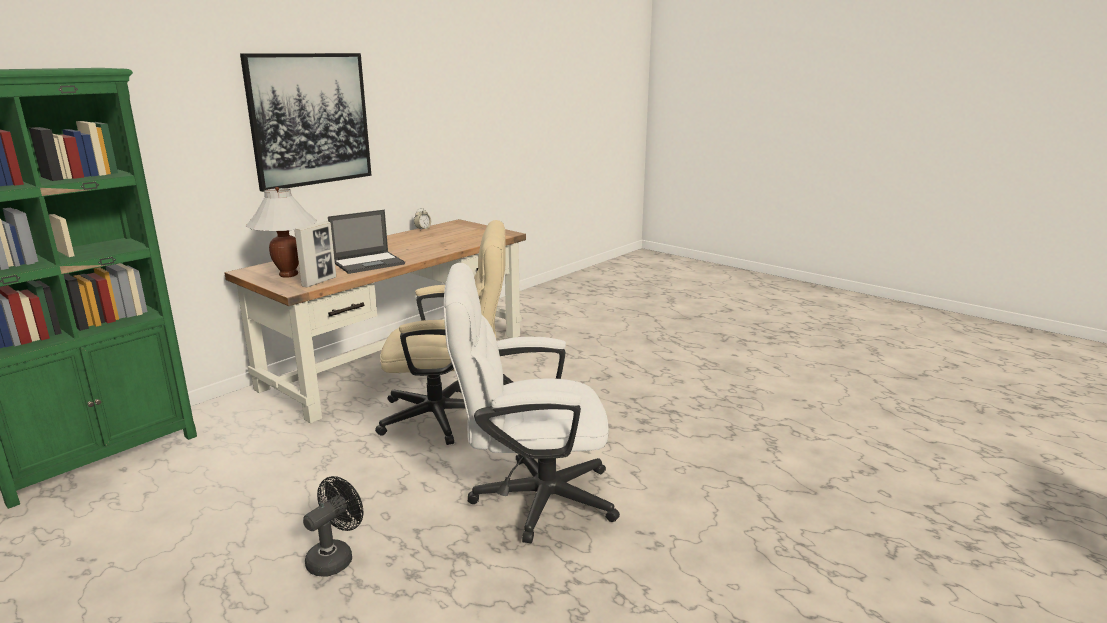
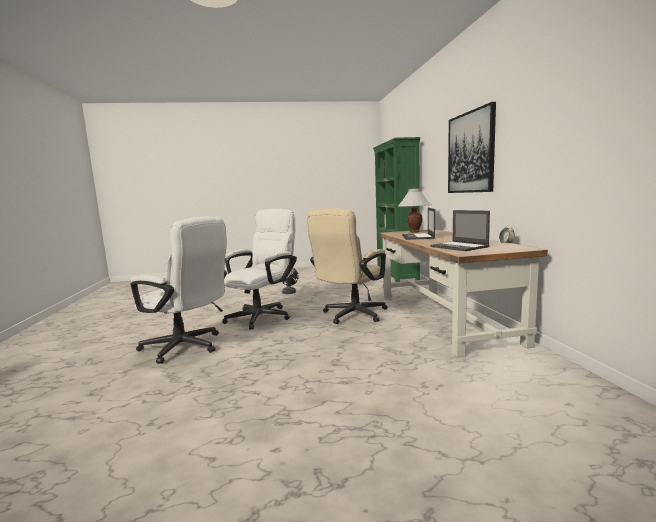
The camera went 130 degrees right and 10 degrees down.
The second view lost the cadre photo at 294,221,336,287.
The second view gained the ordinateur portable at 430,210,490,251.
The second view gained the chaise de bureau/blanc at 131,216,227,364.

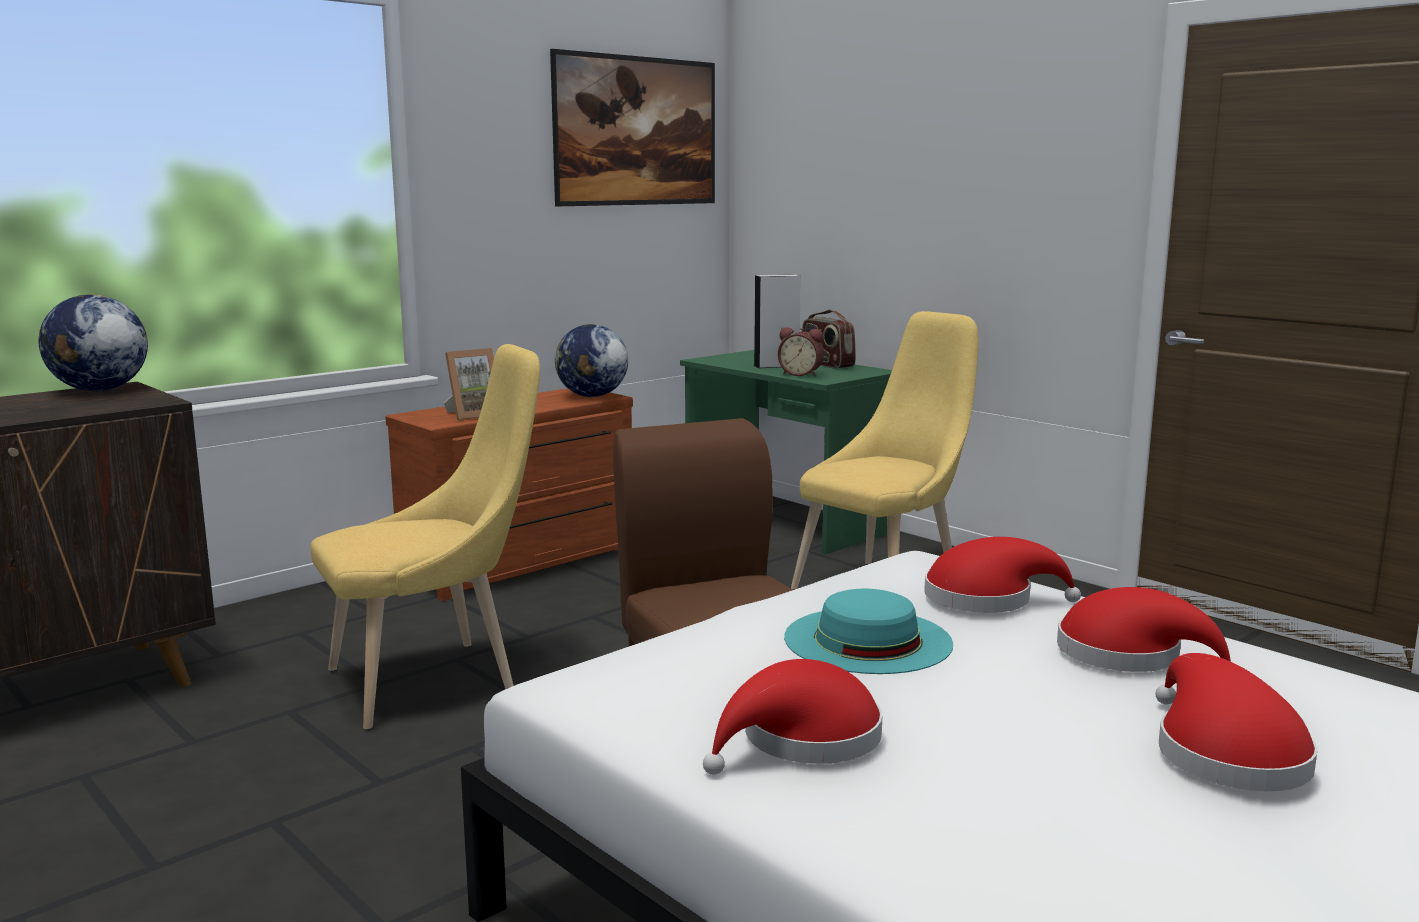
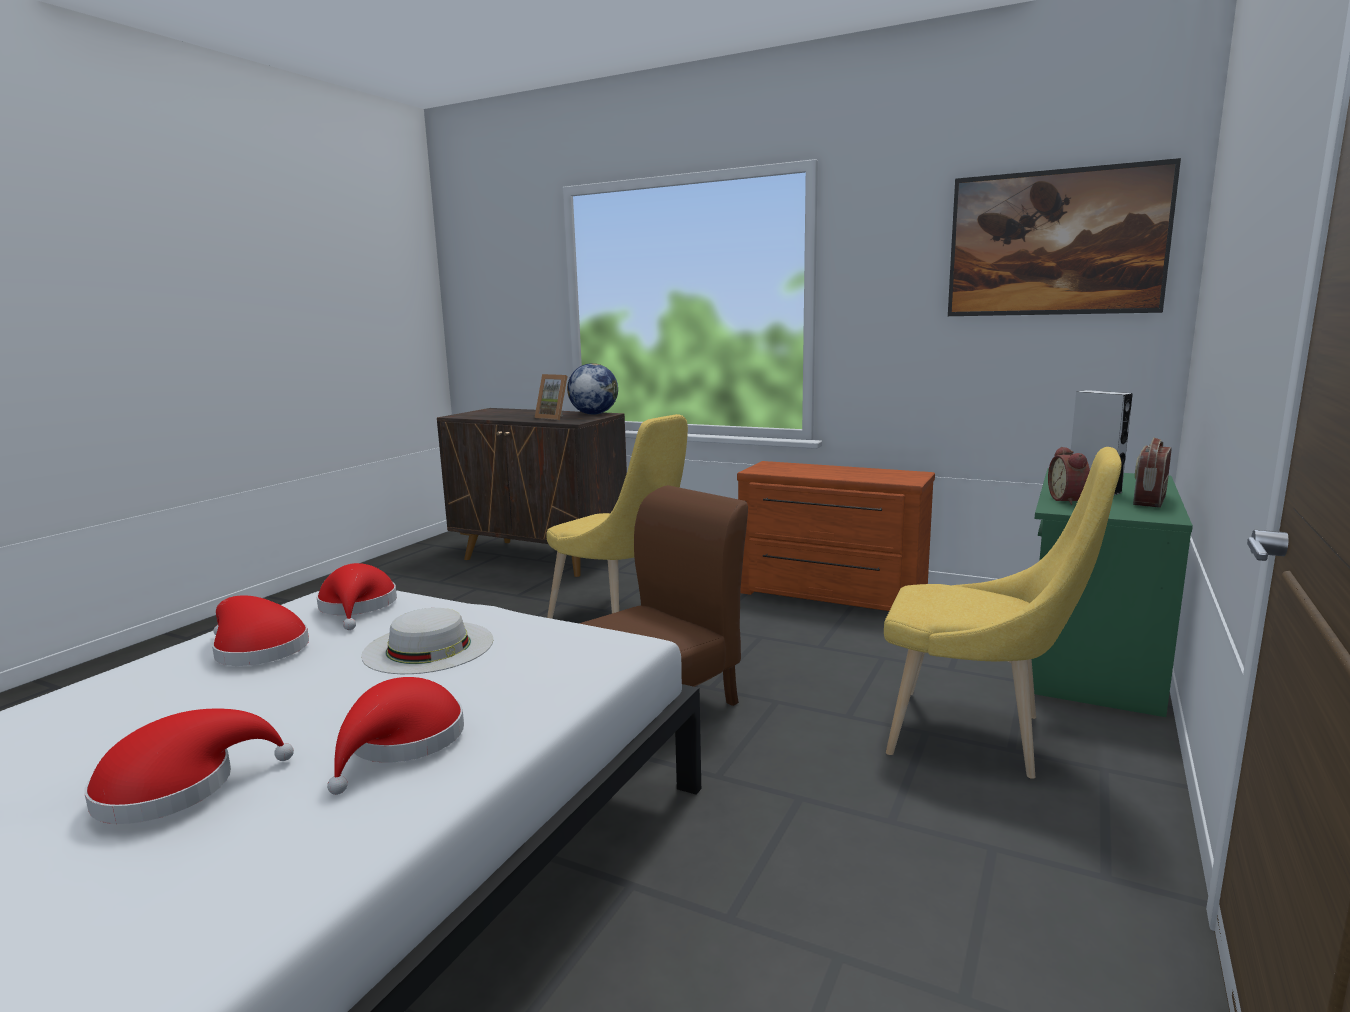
The camera went 70 degrees right and 0 degrees up.
The second view lost the globe at 554,324,628,397.
The cadre photo ended up elsewhere, having gone from 444,348,494,420 to 534,374,568,420.
The chapeau/rouge ended up elsewhere, having gone from 924,537,1081,613 to 316,563,397,630.
What was the chapeau/turquoise at 784,589,953,674 turned into the chapeau/blanc at 361,608,493,674.

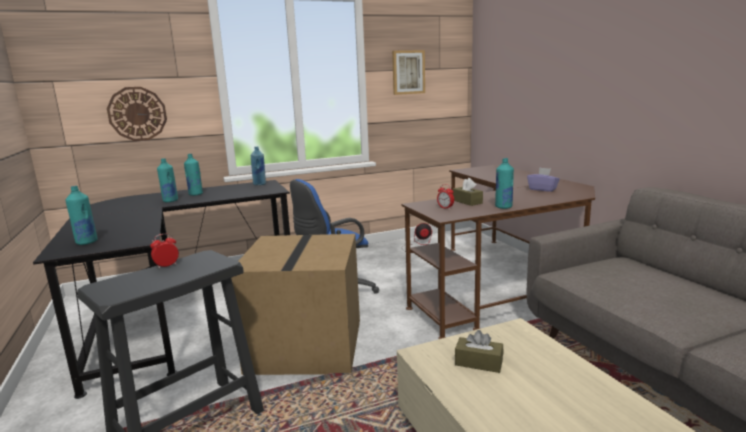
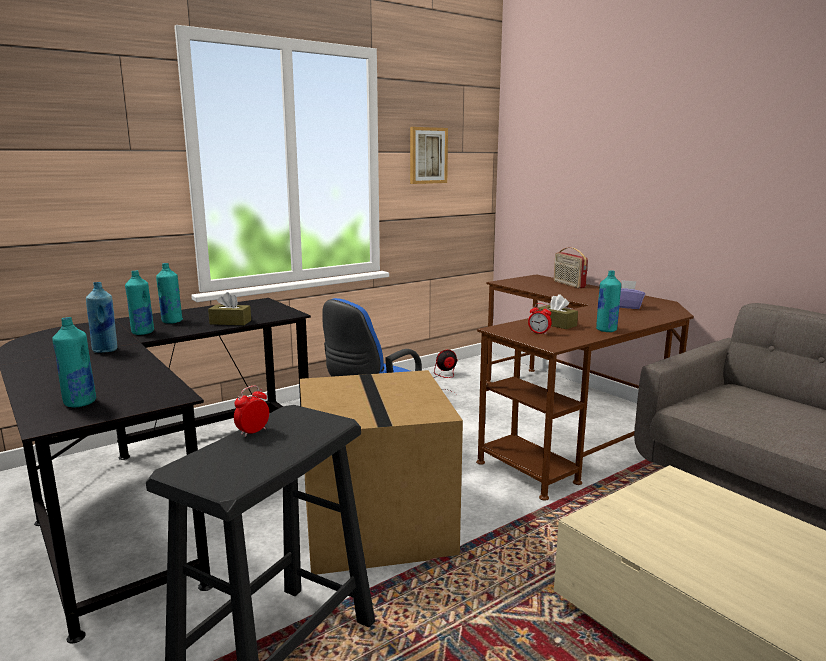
The camera went 15 degrees left and 0 degrees up.
The second view lost the horloge murale at 107,87,167,141.
The bouteille/bleu ended up elsewhere, having gone from 251,147,266,185 to 86,282,118,353.
The boîte à mouchoirs/marron ended up elsewhere, having gone from 455,330,503,373 to 208,292,251,325.
The second view gained the radio at 554,247,588,288.

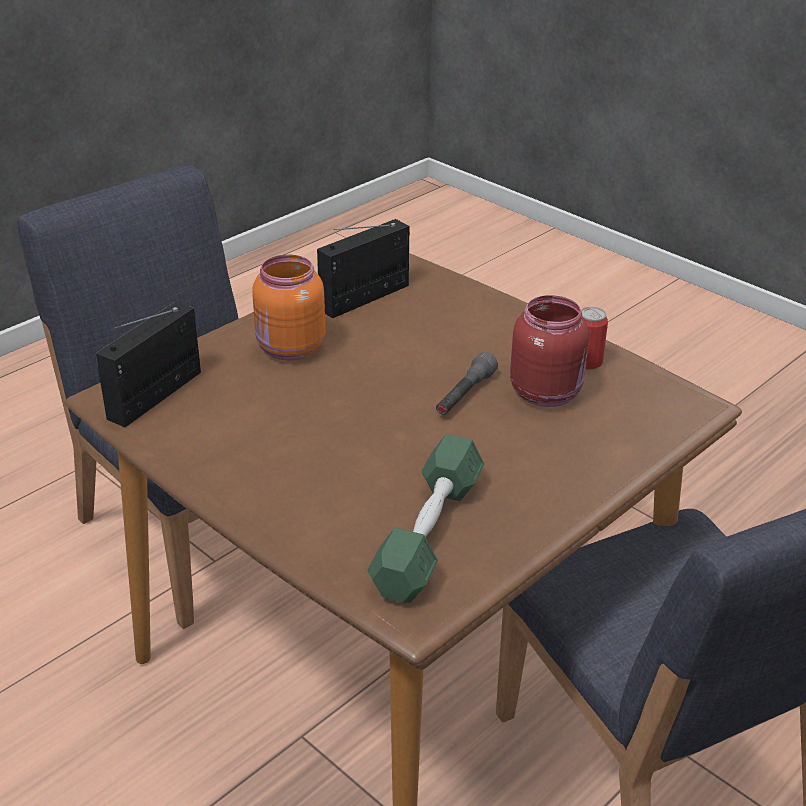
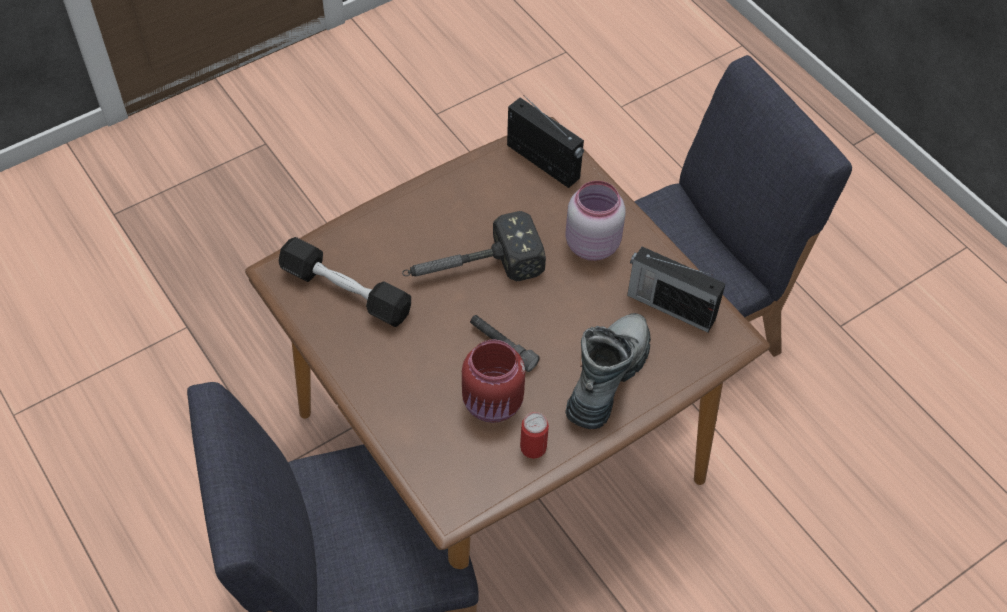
The camera went 100 degrees right and 20 degrees up.
The radio at 317,219,410,318 ended up facing another way, 150 degrees clockwise from before.
What was the bocal/orange at 252,254,326,361 turned into the bocal/rose at 565,181,626,261.
What was the haltère/vert at 367,434,484,603 turned into the haltère/noir at 279,237,411,327.
The second view gained the marteau at 402,211,546,281.
The second view gained the botte at 565,313,651,429.

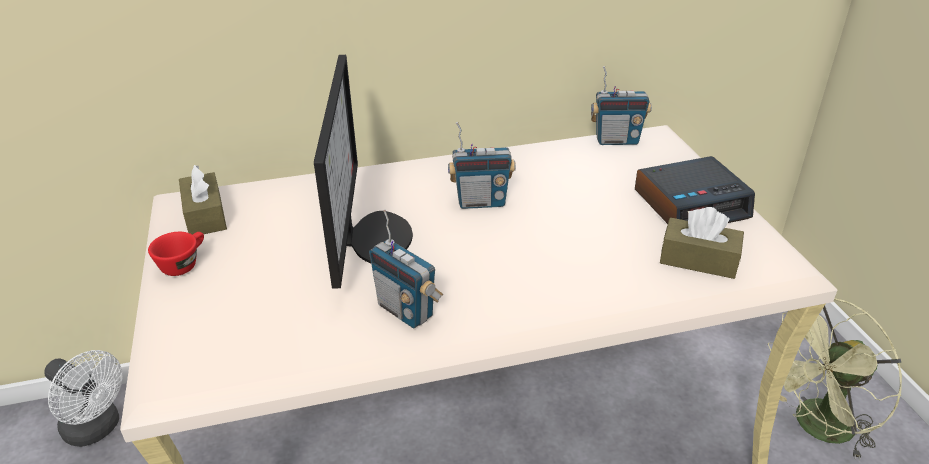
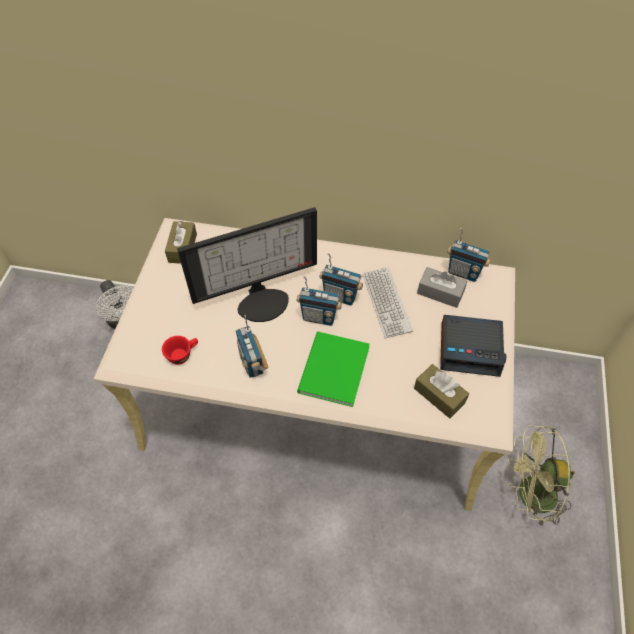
The camera went 25 degrees right and 20 degrees up.
The écran d'ordinateur at 314,55,413,289 ended up facing another way, 45 degrees clockwise from before.
The tasse/rouge ended up elsewhere, having gone from 148,232,204,276 to 162,336,198,365.
The second view gained the clavier at 362,267,413,339.
The second view gained the boîte à mouchoirs/gris at 417,267,467,308.
The second view gained the radio at 297,276,342,326.
The second view gained the livre/vert at 297,332,370,407.

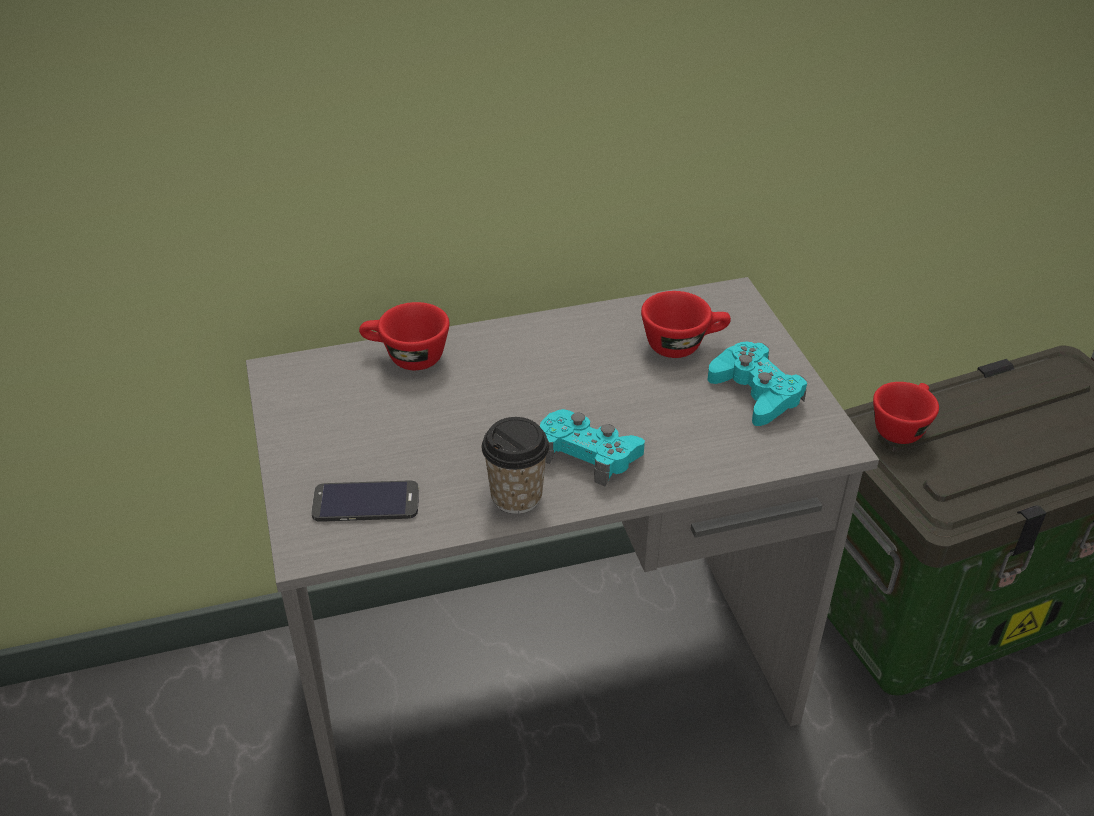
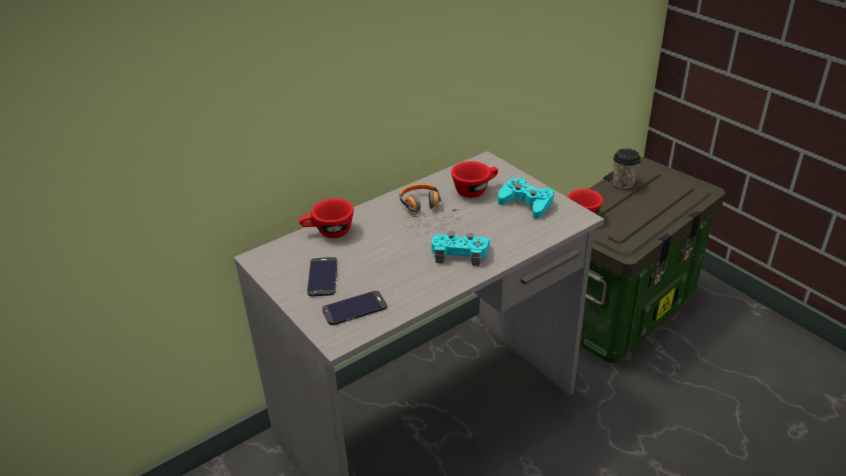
The camera went 20 degrees left and 5 degrees down.
The tasse ended up elsewhere, having gone from 482,417,549,514 to 613,149,641,189.
The second view gained the casque audio at 399,184,459,227.
The second view gained the téléphone at 307,257,337,296.

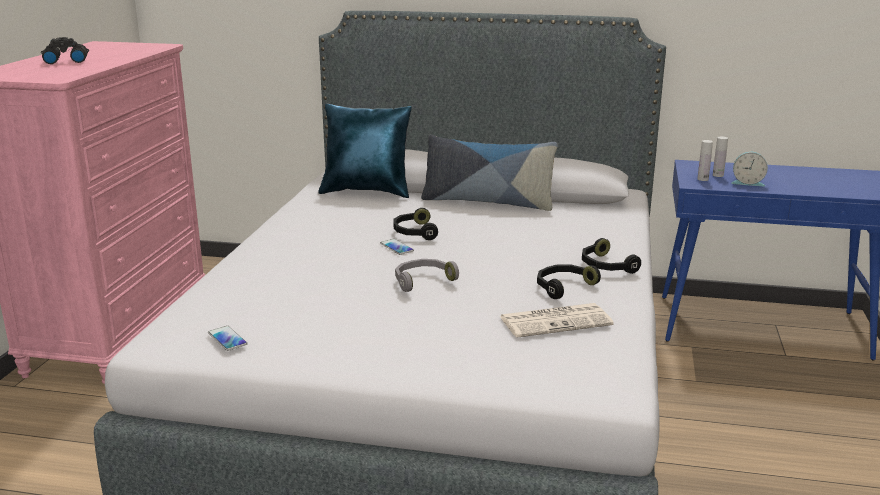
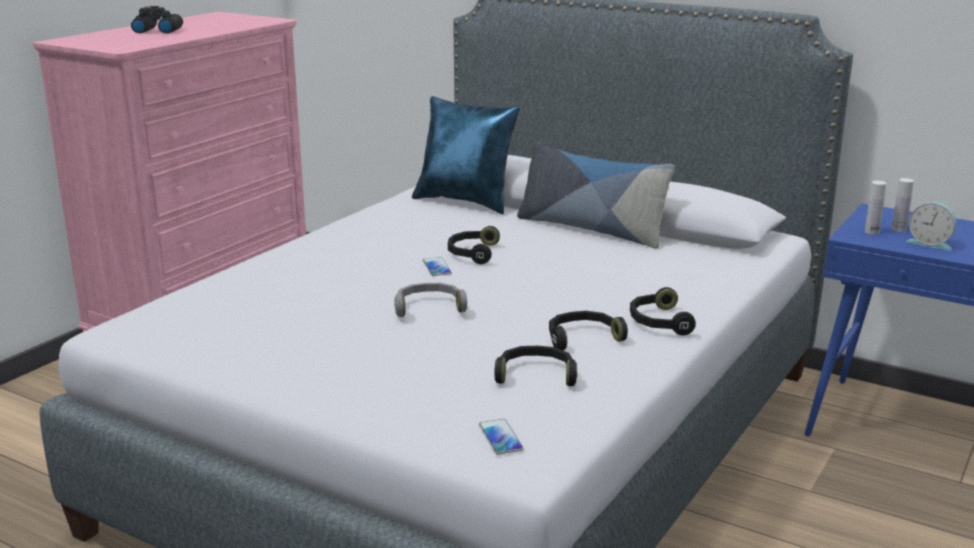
The camera went 20 degrees right and 0 degrees up.
Where the journal stood at 500,303,614,338, the casque audio/noir came to stand at 494,346,577,386.
The téléphone ended up elsewhere, having gone from 208,326,247,351 to 479,419,524,455.

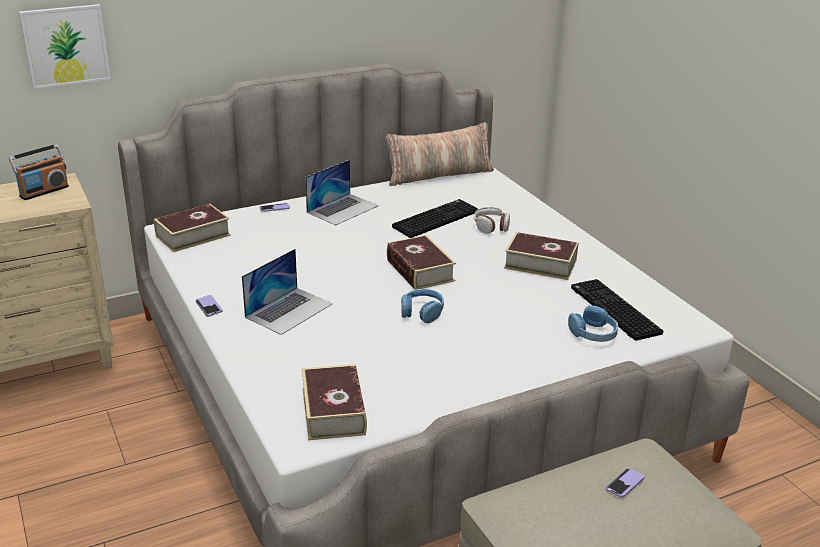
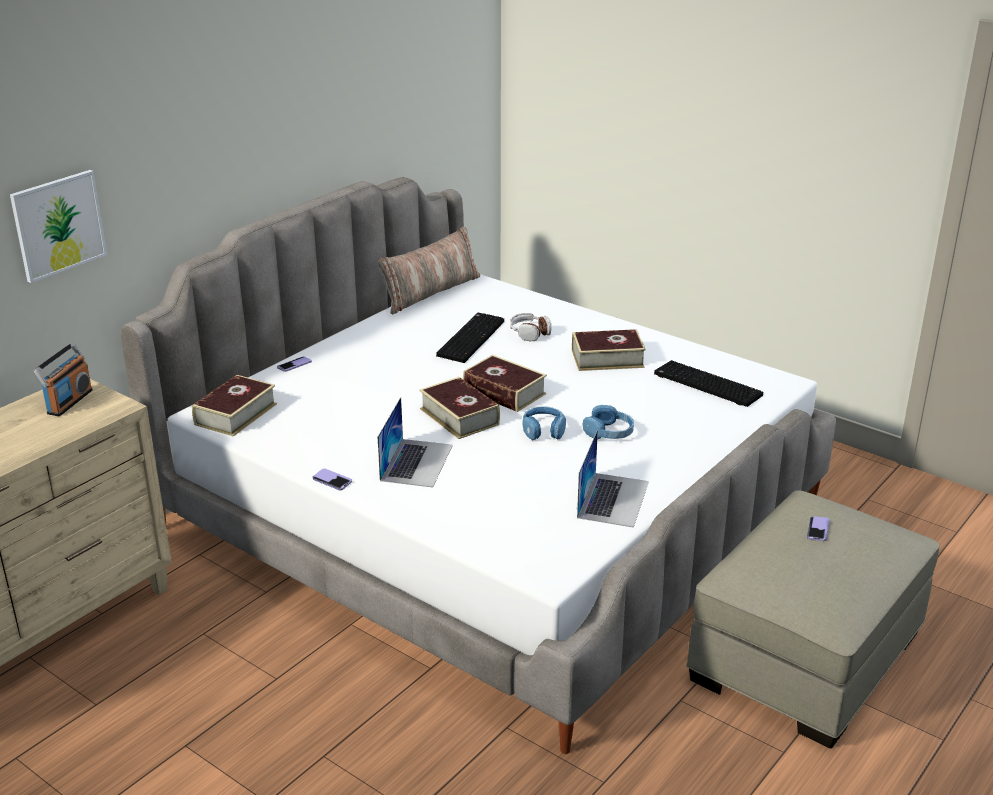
The camera went 25 degrees left and 0 degrees up.
The ordinateur portable ended up elsewhere, having gone from 305,160,379,225 to 577,430,649,528.
The casque audio/bleu ended up elsewhere, having gone from 568,305,618,342 to 582,405,634,439.
The livre ended up elsewhere, having gone from 302,364,367,440 to 419,377,500,439.

